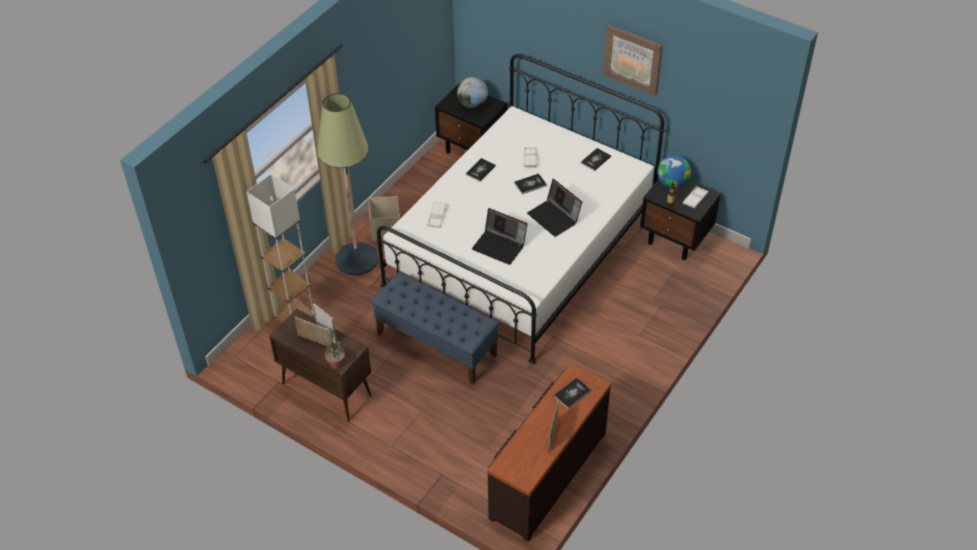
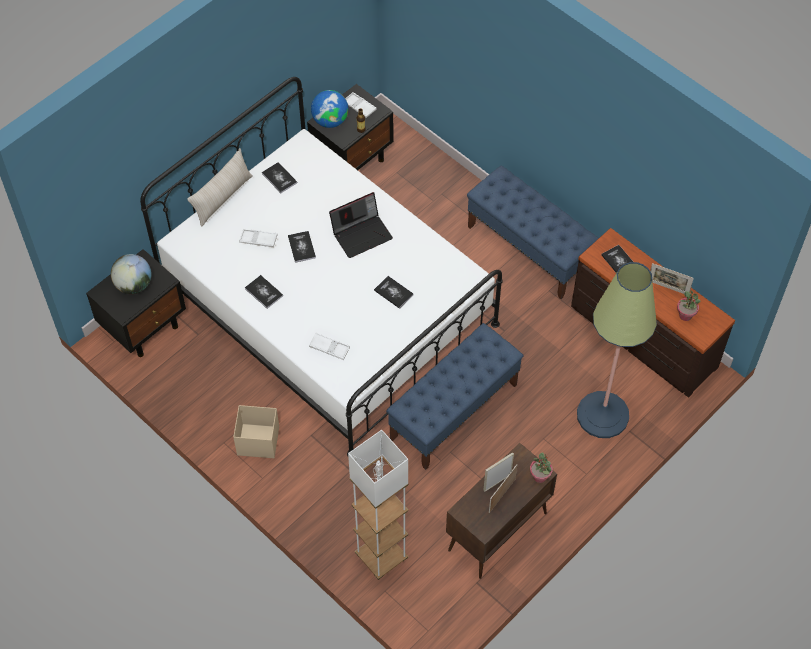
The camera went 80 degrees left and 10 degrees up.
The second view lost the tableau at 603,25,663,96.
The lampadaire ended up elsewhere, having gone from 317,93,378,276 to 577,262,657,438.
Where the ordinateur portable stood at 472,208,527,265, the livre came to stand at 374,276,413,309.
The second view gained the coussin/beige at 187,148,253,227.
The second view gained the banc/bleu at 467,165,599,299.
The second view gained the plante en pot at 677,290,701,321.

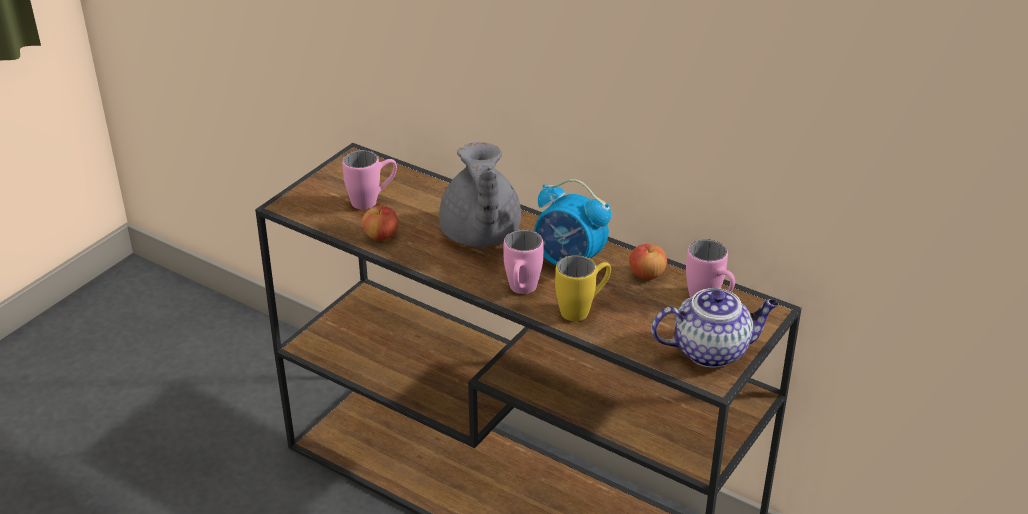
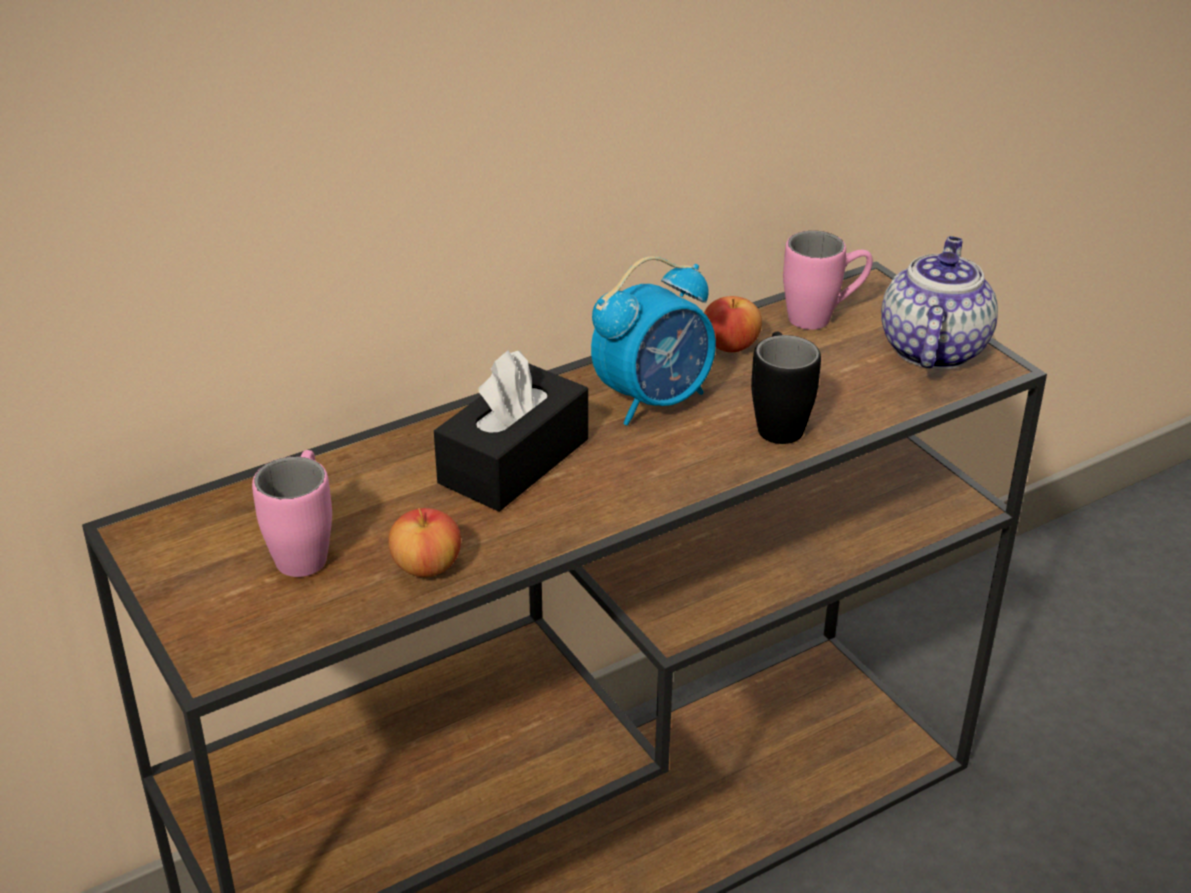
The camera went 65 degrees left and 0 degrees up.
Where the théière/gris stood at 439,142,521,247, the boîte à mouchoirs/noir came to stand at 434,350,588,512.
The second view lost the mug/rose at 504,230,543,294.
What was the mug/jaune at 555,255,611,321 turned into the mug/noir at 751,332,821,444.

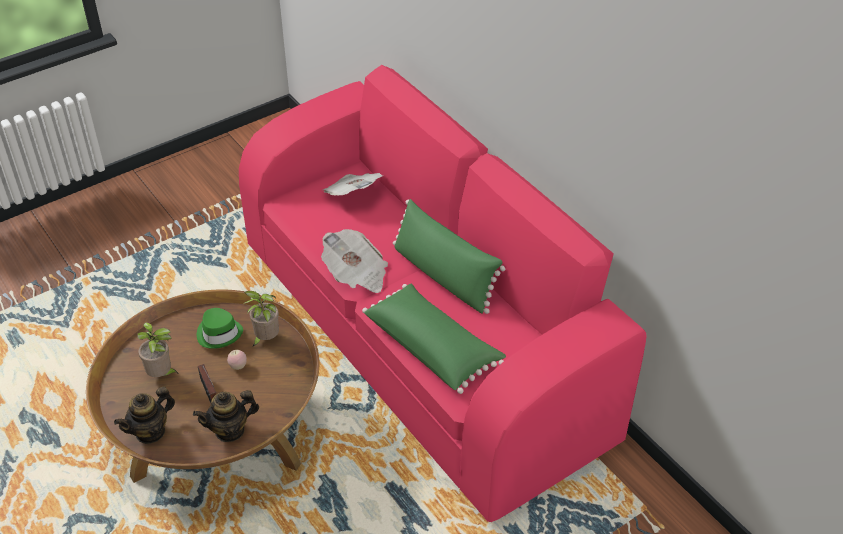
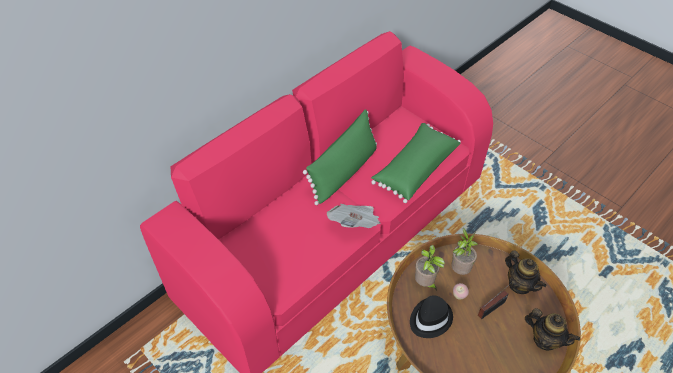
The camera went 100 degrees left and 5 degrees up.
The second view lost the journal at 323,173,383,195.
What was the chapeau/vert at 197,308,243,349 turned into the chapeau/noir at 410,295,453,338.
The plante en pot ended up elsewhere, having gone from 137,322,178,377 to 452,228,478,275.

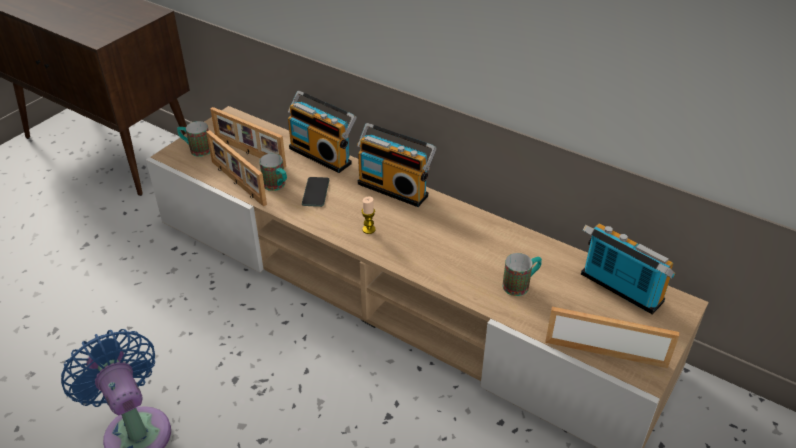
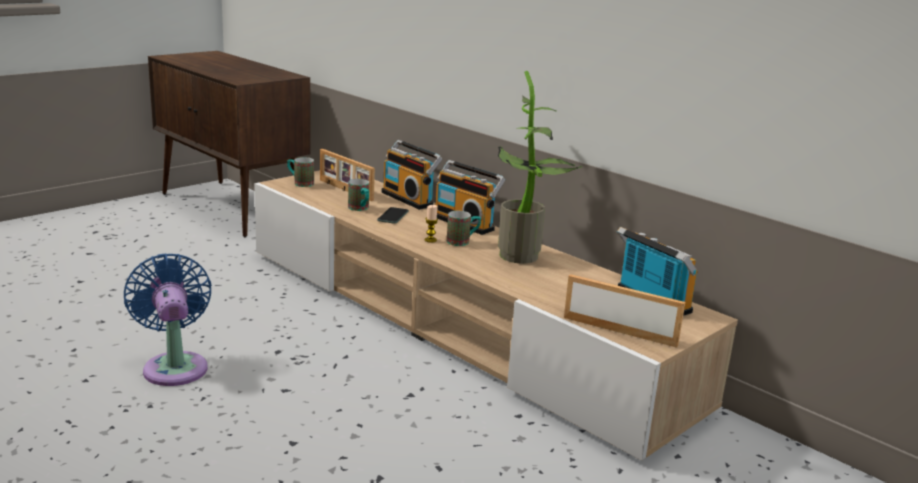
The camera went 10 degrees right and 20 degrees down.
The second view lost the cadre photo at 206,130,267,206.
The mug ended up elsewhere, having gone from 502,253,542,296 to 447,211,481,246.
The second view gained the plante en pot at 498,71,583,263.

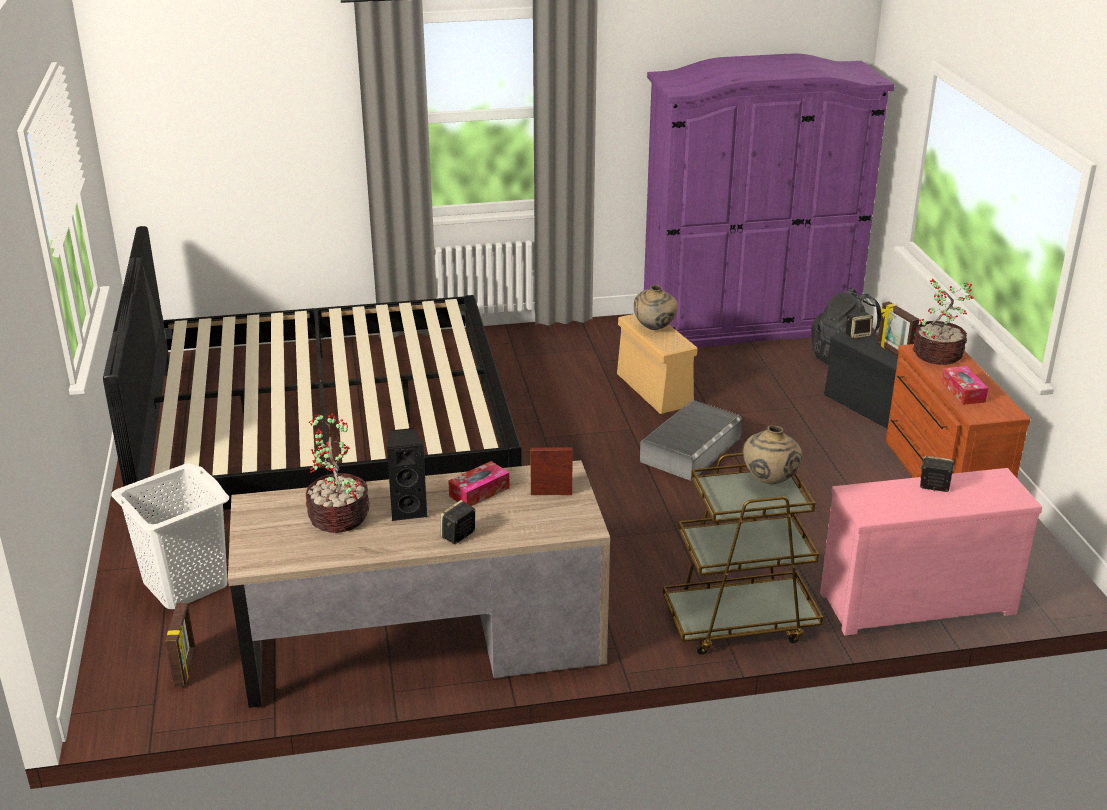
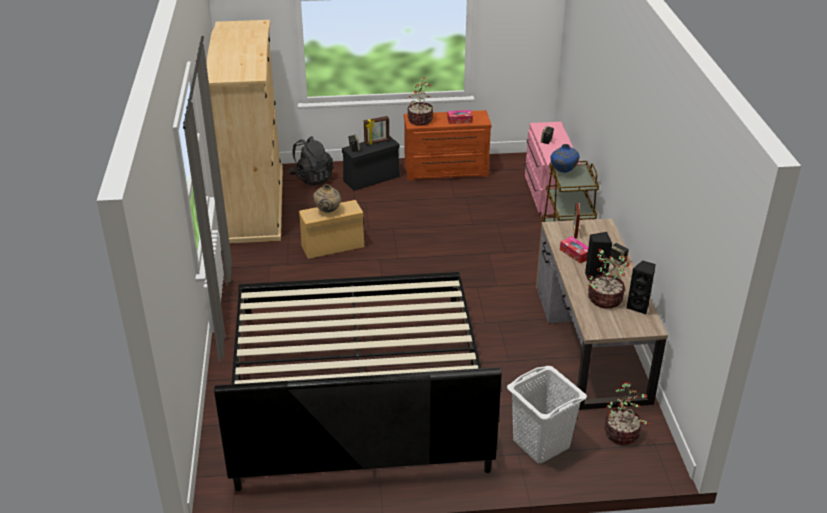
The camera went 85 degrees left and 5 degrees up.
What was the armoire/violet at 644,53,895,348 turned into the armoire/beige at 207,20,283,243.
The second view lost the boîte de rangement/gris at 640,400,742,481.
What was the vase/beige at 743,425,802,484 turned into the vase/bleu at 550,144,579,173.
Where the cadre photo stood at 165,603,195,687, the plante en pot came to stand at 604,381,650,445.
The second view gained the enceinte/noir at 626,260,656,314.

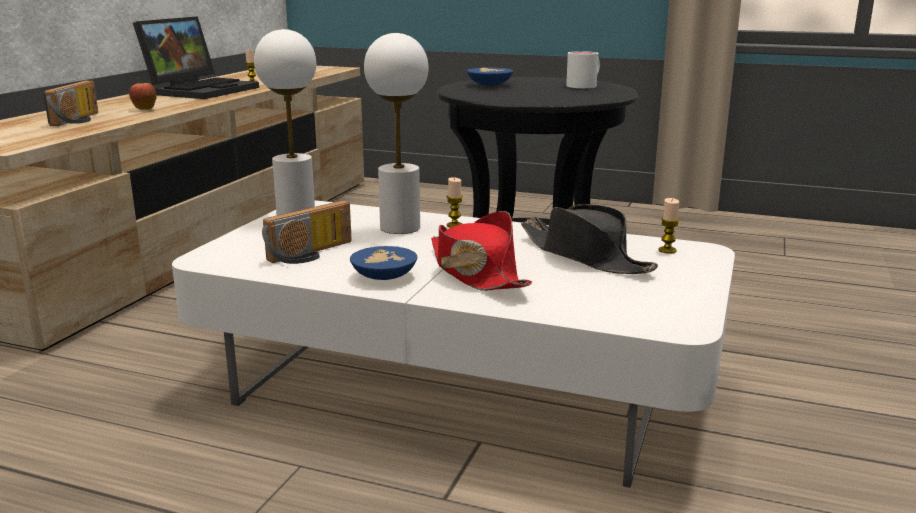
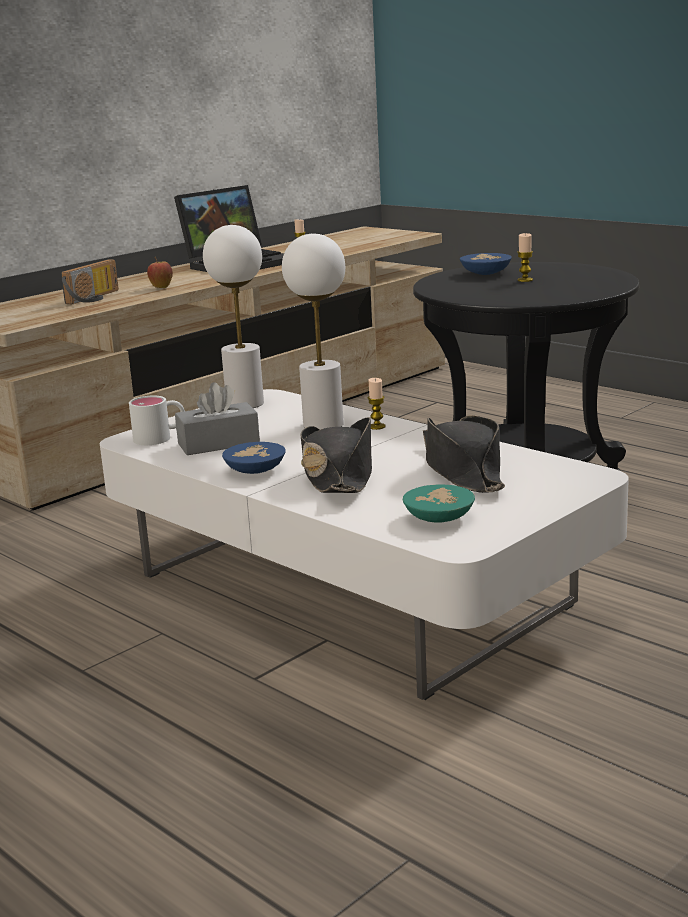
The camera went 25 degrees right and 0 degrees up.
The mug/blanc ended up elsewhere, having gone from 566,51,600,88 to 129,396,185,445.
The bougie ended up elsewhere, having gone from 659,198,680,254 to 517,233,533,282.
Where the radio stood at 262,201,352,264, the boîte à mouchoirs/gris came to stand at 175,382,260,455.
What was the chapeau/rouge at 431,211,532,291 turned into the chapeau/noir at 301,417,372,493.
The second view gained the bol/turquoise at 403,484,475,523.

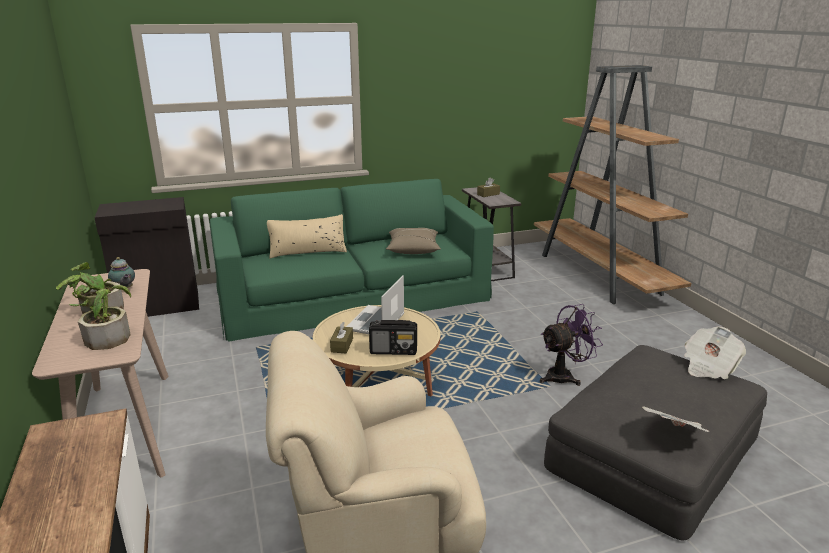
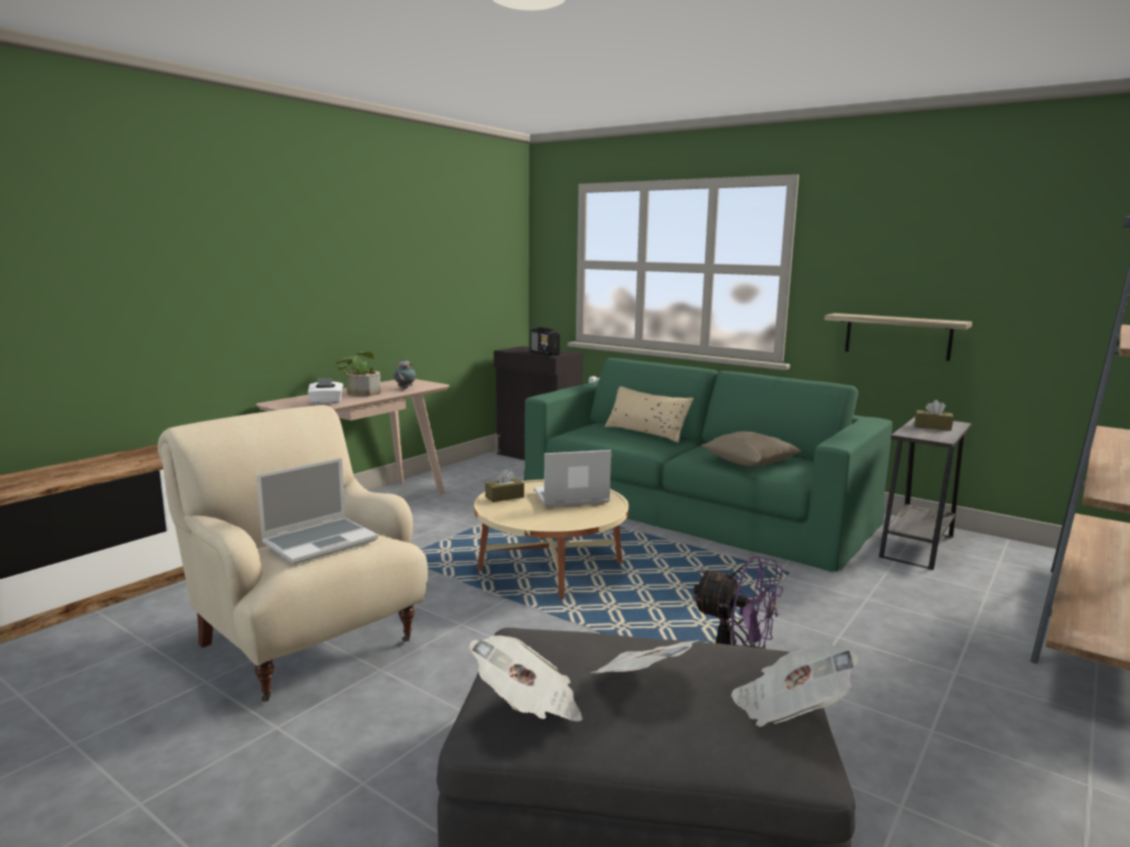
The camera went 55 degrees right and 10 degrees down.
Where the plante en pot stood at 69,285,131,350, the boîte à mouchoirs/blanc came to stand at 308,378,343,404.
The radio ended up elsewhere, having gone from 369,320,417,355 to 530,327,560,356.
The second view gained the étagère at 824,313,972,361.
The second view gained the ordinateur portable at 257,458,378,564.
The second view gained the journal at 591,640,699,674.

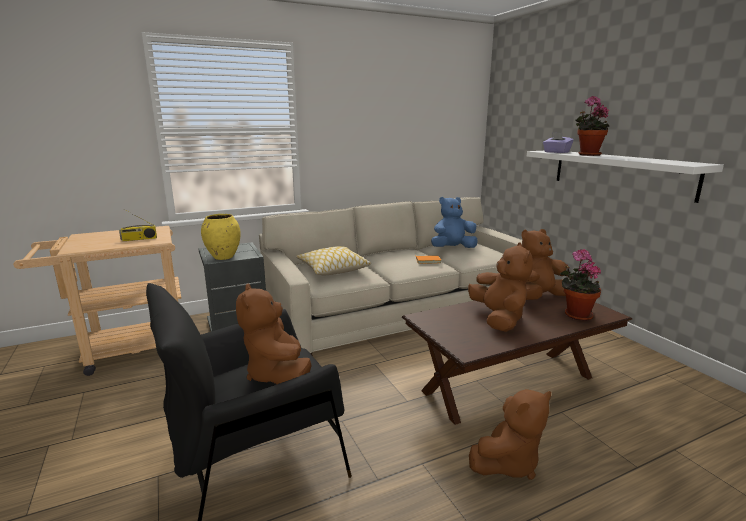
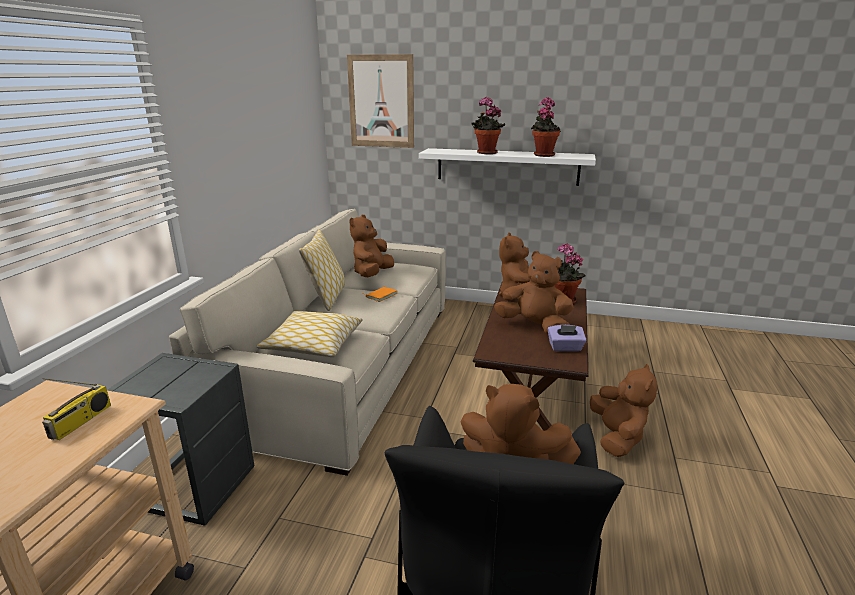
The camera went 50 degrees left and 5 degrees up.
The boîte à mouchoirs/violet ended up elsewhere, having gone from 543,132,574,153 to 548,325,587,351.
What was the peluche/bleu at 431,197,478,248 turned into the peluche/marron at 350,215,394,277.
The second view lost the vase/jaune at 201,214,241,260.
The second view gained the tableau at 347,54,414,148.
The second view gained the plante en pot at 531,97,561,157.
The second view gained the coussin at 299,229,345,311.

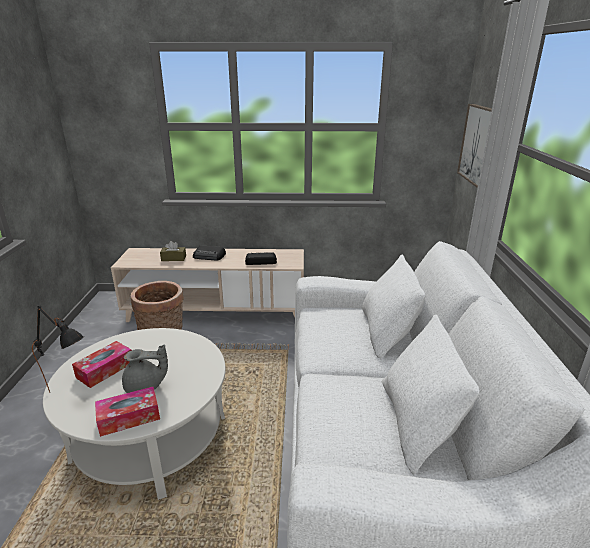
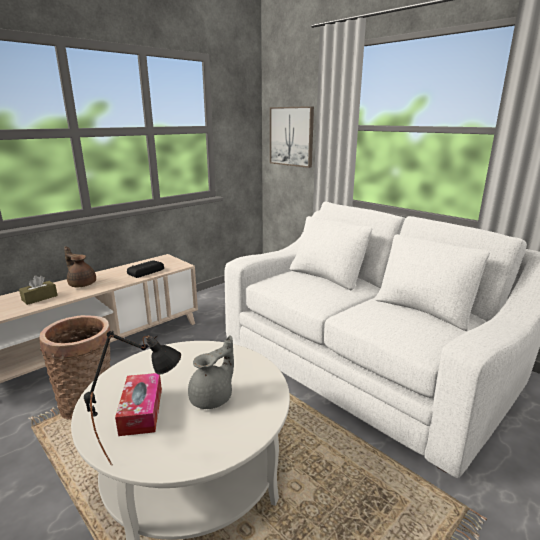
The camera went 45 degrees left and 5 degrees down.
Where the radio stood at 193,245,226,260, the théière/marron came to stand at 64,246,96,287.
The second view lost the boîte à mouchoirs at 95,387,160,437.

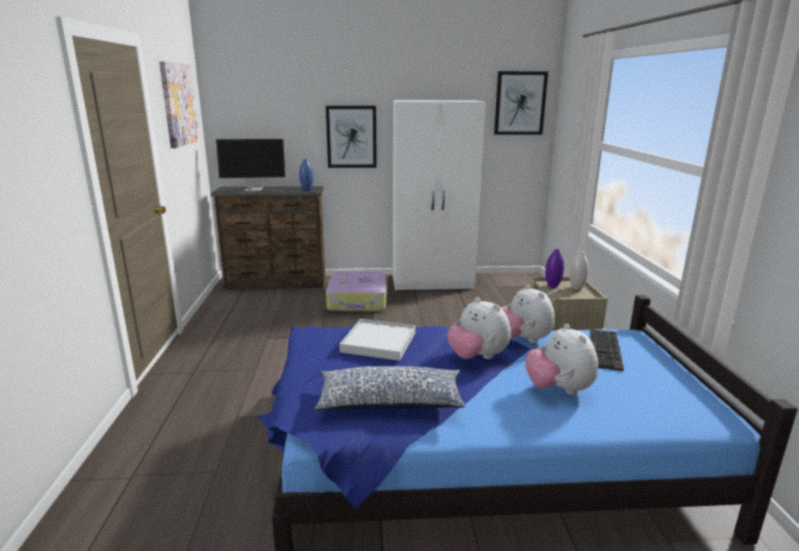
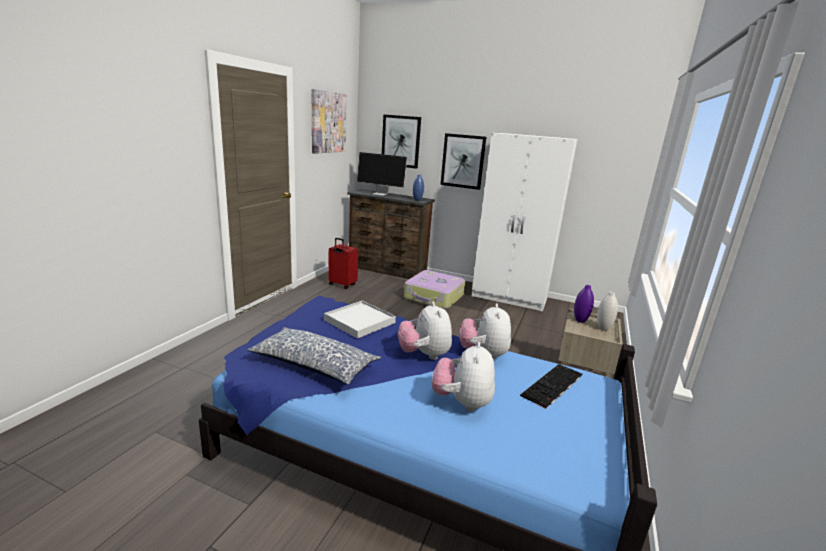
The camera went 25 degrees right and 0 degrees up.
The tableau ended up elsewhere, having gone from 494,71,548,135 to 382,114,421,169.
The second view gained the valise/rouge at 328,238,358,289.

